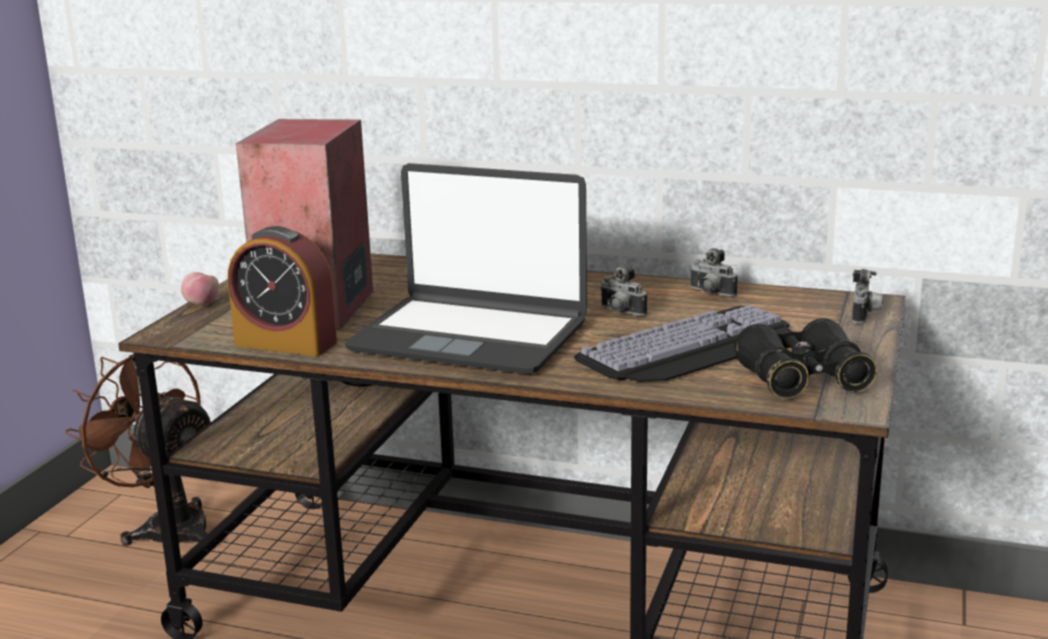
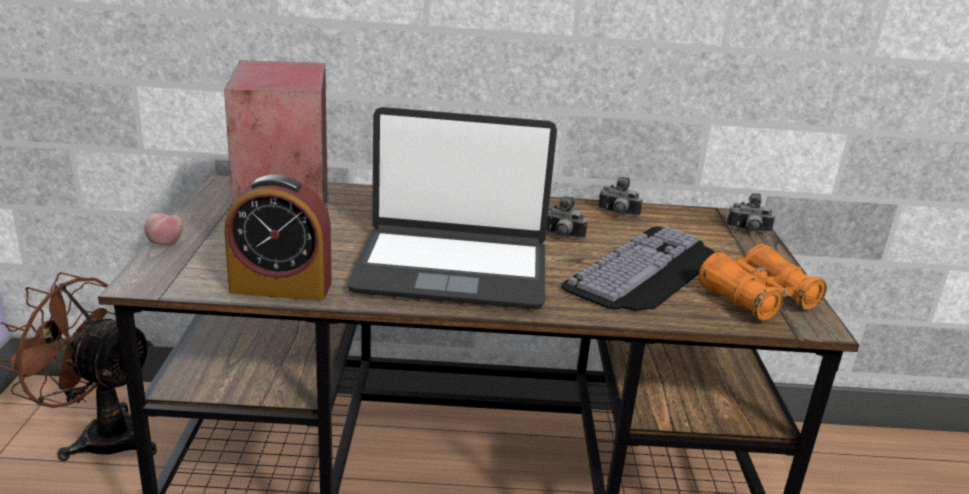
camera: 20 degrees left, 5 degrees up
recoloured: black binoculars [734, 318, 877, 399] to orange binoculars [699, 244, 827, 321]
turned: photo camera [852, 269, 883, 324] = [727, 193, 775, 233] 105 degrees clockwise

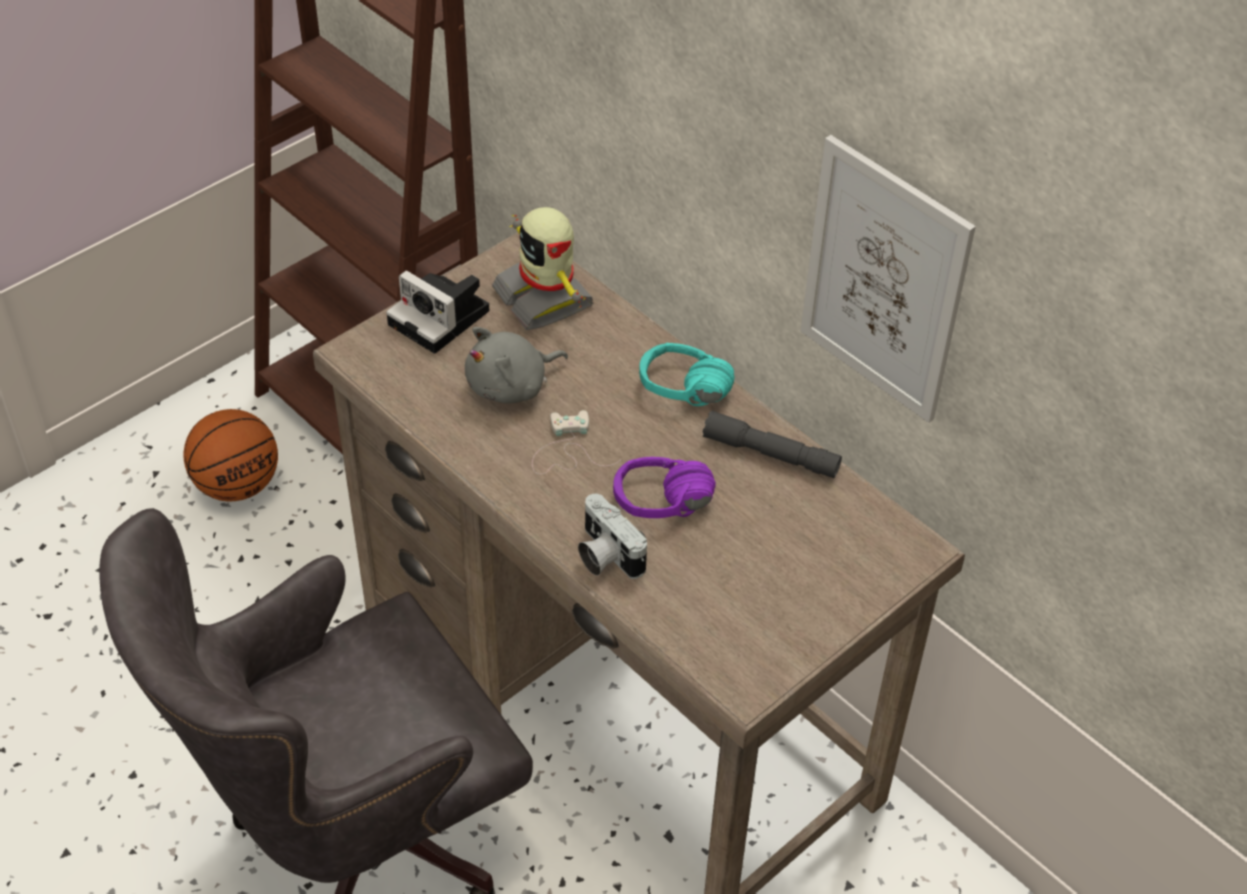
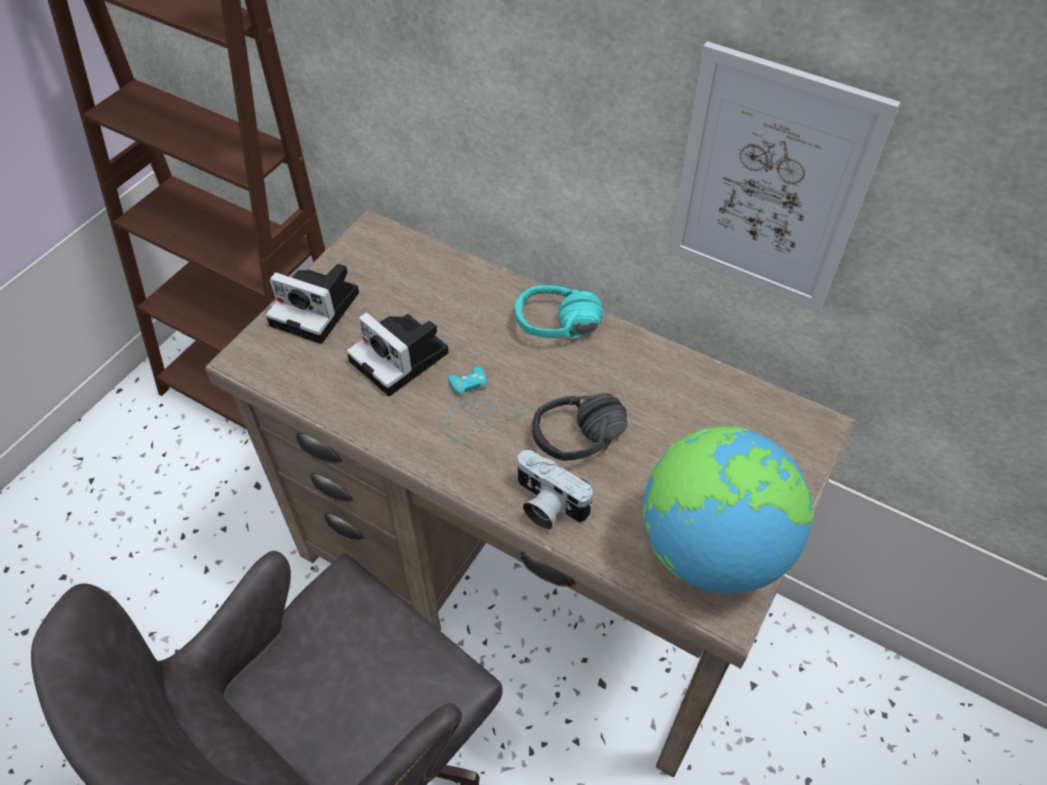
camera: 15 degrees left, 5 degrees up
removed: basketball [184, 409, 278, 501]; toy robot [492, 207, 594, 330]; grey flashlight [702, 410, 842, 478]
added: globe [643, 427, 813, 594]
replaced: grey plush toy [465, 327, 568, 403] to photo camera [346, 312, 449, 396]
recoloured: white game controller [532, 410, 622, 474] to turquoise game controller [446, 366, 528, 439]; purple headphones [613, 457, 716, 518] to black headphones [532, 393, 628, 461]

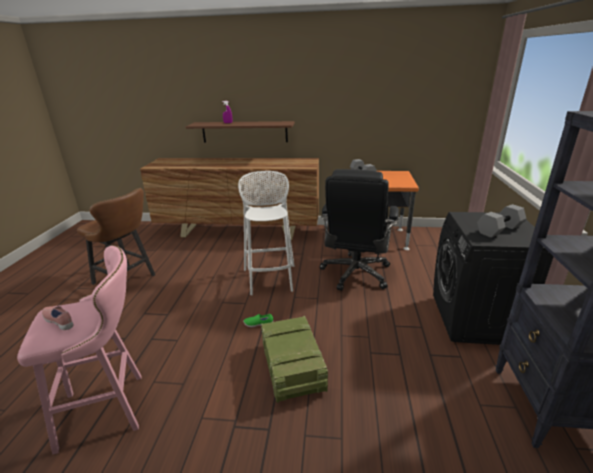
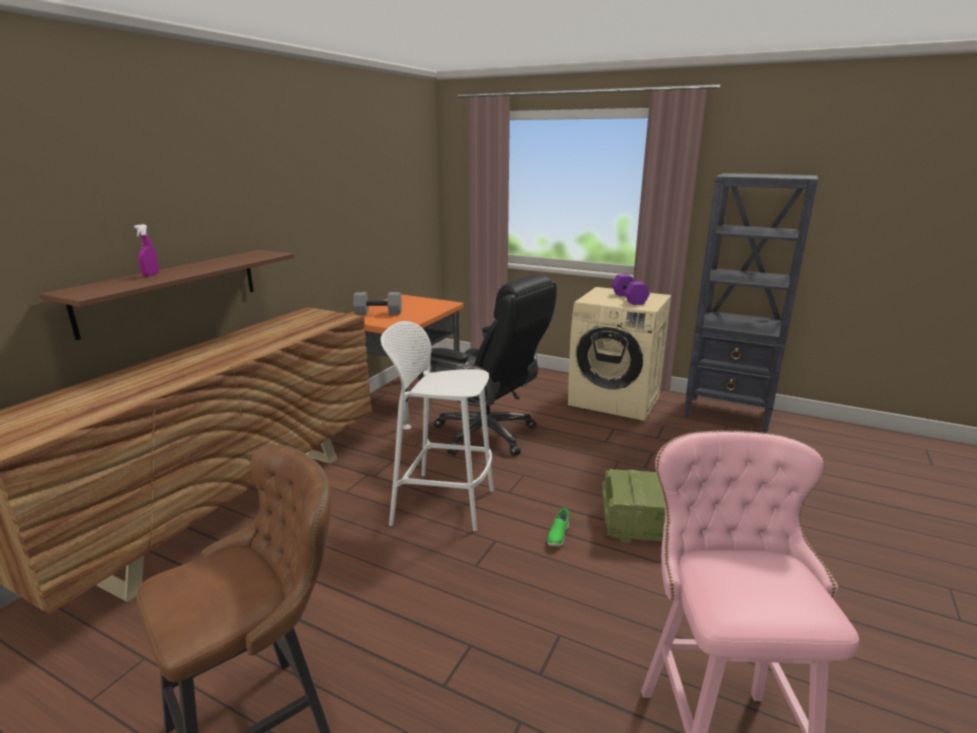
camera: 70 degrees left, 5 degrees down
removed: pink shoe [42, 306, 73, 330]
recoloured: black washing machine [433, 212, 554, 345] to beige washing machine [568, 287, 671, 421]; grey dumbbell [477, 204, 526, 238] to purple dumbbell [612, 274, 650, 305]

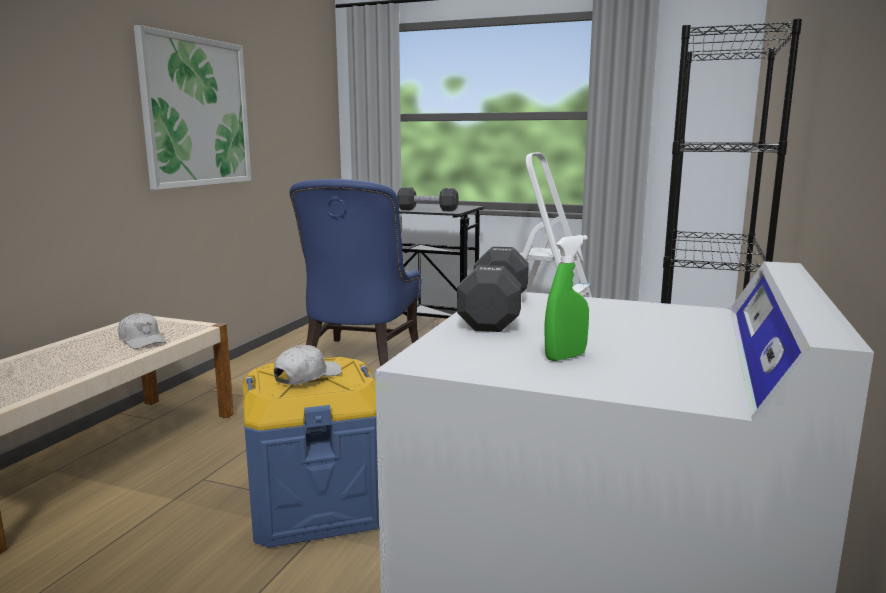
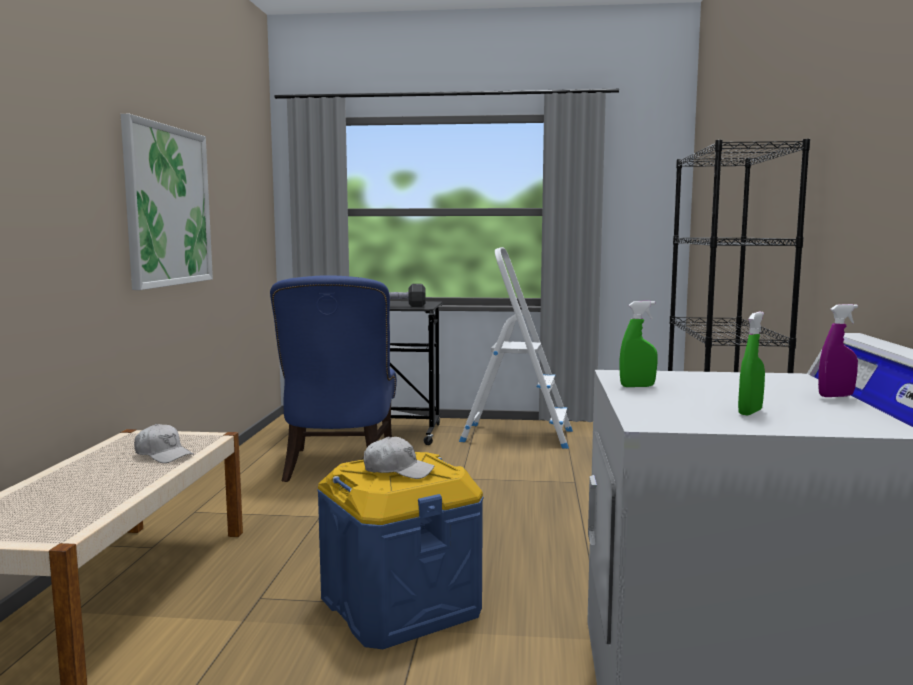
camera: 15 degrees left, 5 degrees down
added: purple spray bottle [818, 304, 858, 397]
replaced: black dumbbell [457, 247, 529, 332] to green spray bottle [619, 301, 658, 387]
turned: white cap [274, 345, 342, 385] = [364, 437, 434, 479] 75 degrees clockwise

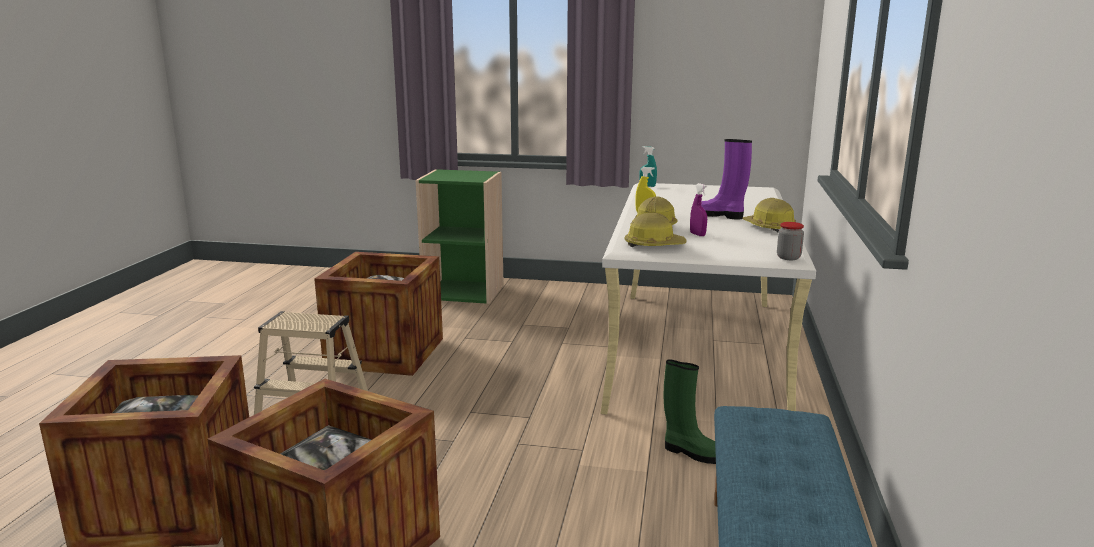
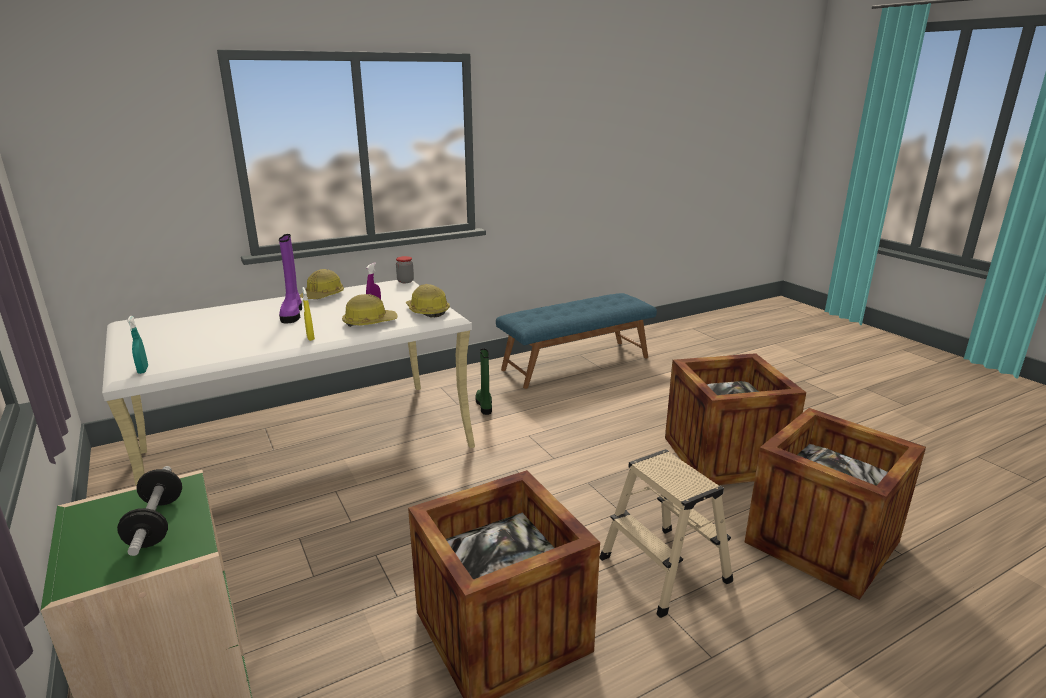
camera: 130 degrees left, 5 degrees up
added: dumbbell [117, 466, 182, 556]

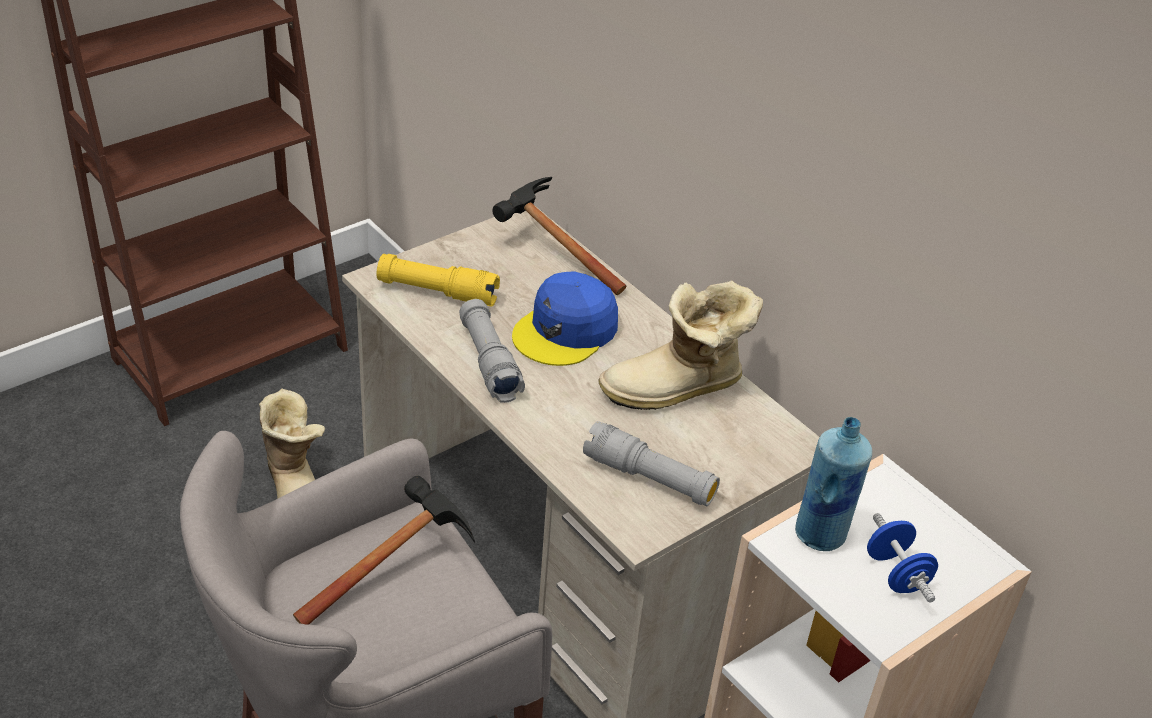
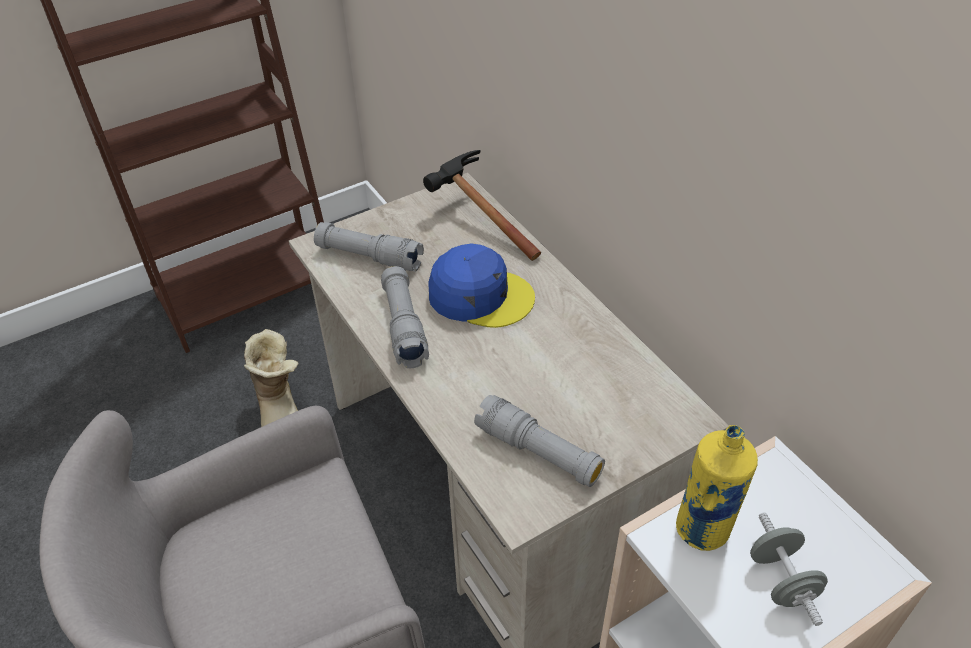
camera: 10 degrees right, 5 degrees up
removed: hammer [293, 476, 475, 625]; boot [598, 281, 763, 410]
recoloured: yellow flashlight [377, 254, 500, 306] to grey flashlight [314, 222, 424, 271]; blue bottle [795, 417, 872, 551] to yellow bottle [676, 425, 758, 551]; blue dumbbell [867, 513, 938, 603] to grey dumbbell [750, 512, 828, 626]
turned: blue cap [512, 272, 618, 366] = [429, 243, 535, 328] 120 degrees counterclockwise

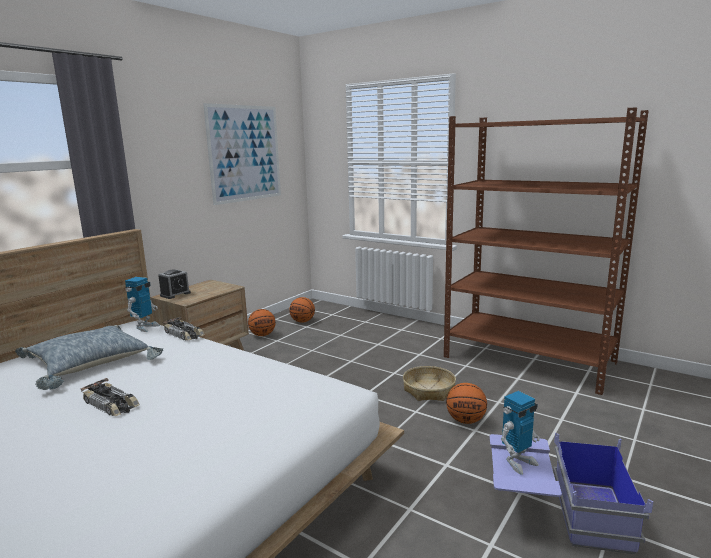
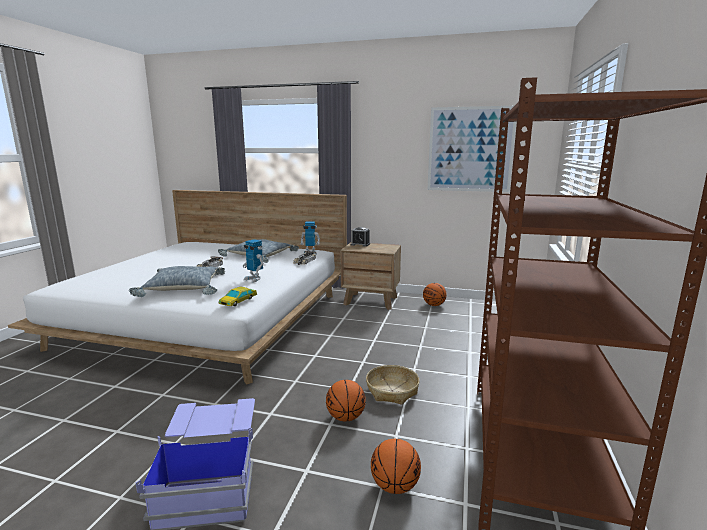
camera: 70 degrees right, 0 degrees up
added: pillow [129, 266, 225, 297]; toy car [219, 286, 257, 306]
moved: basketball [289, 297, 315, 323] to [371, 439, 421, 494]; toy robot [501, 391, 540, 475] to [243, 239, 264, 283]

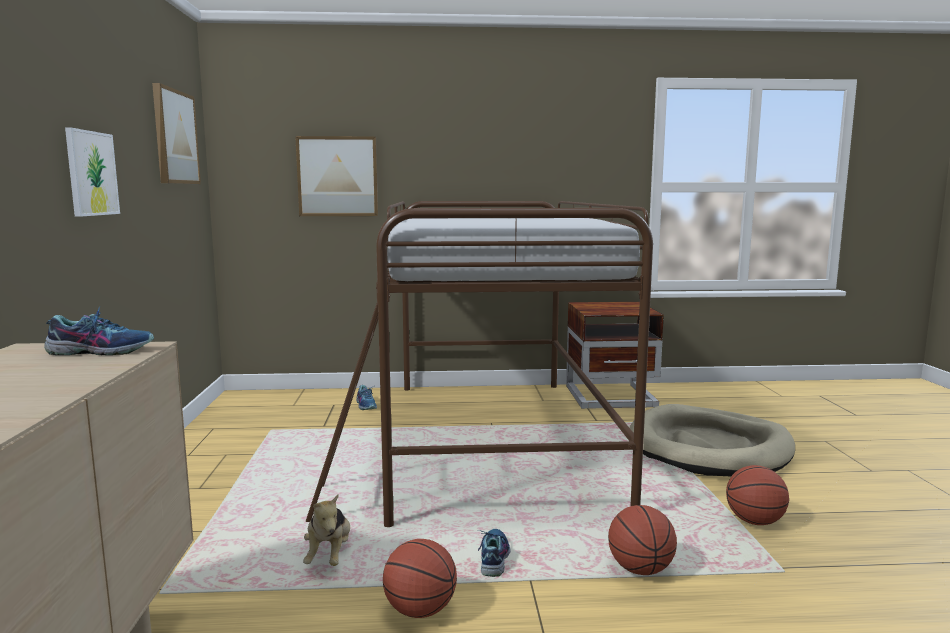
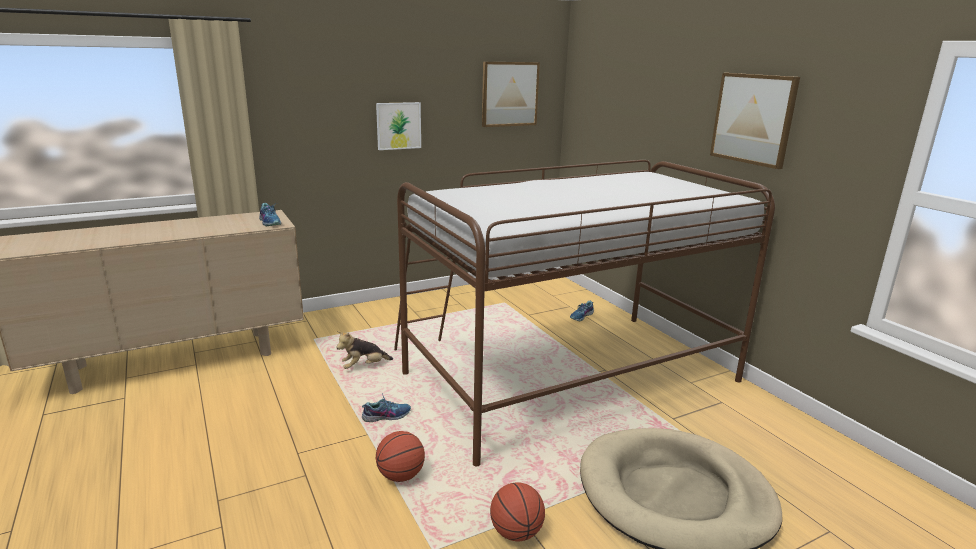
camera: 65 degrees right, 10 degrees up
removed: basketball [383, 539, 457, 618]; nightstand [566, 302, 664, 409]
moved: picture [295, 136, 378, 216] to [710, 73, 800, 169]

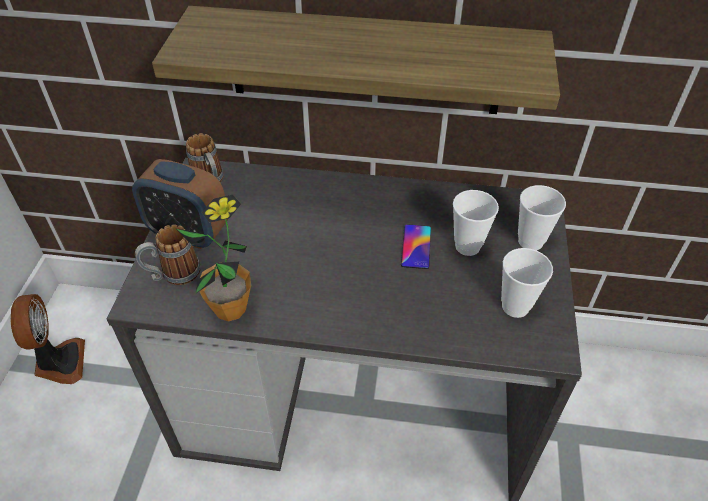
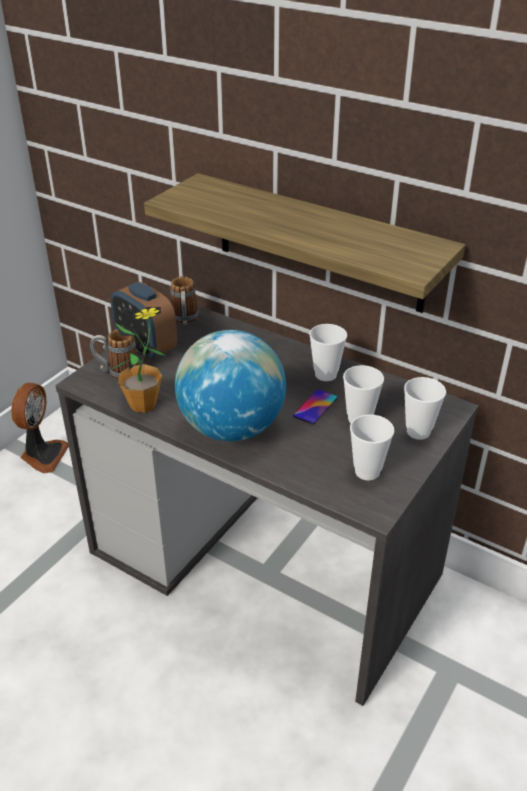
camera: 25 degrees right, 10 degrees down
added: globe [175, 330, 286, 441]; cup [309, 324, 347, 381]

